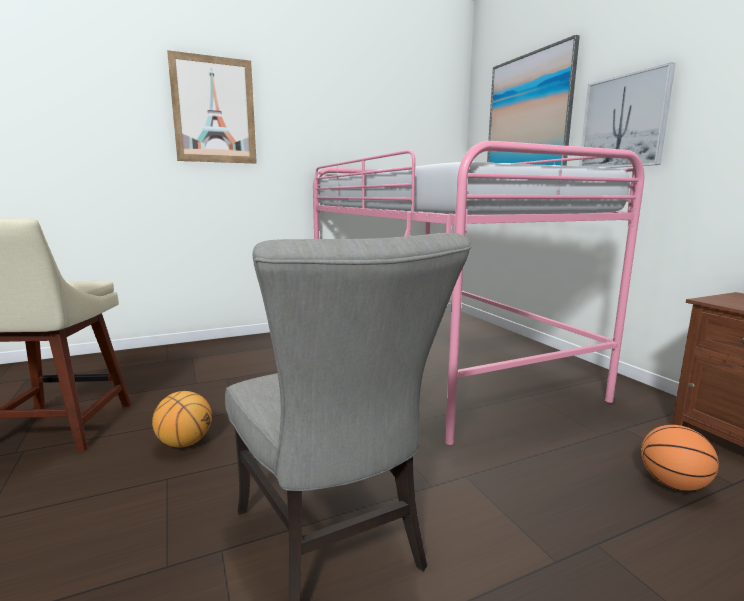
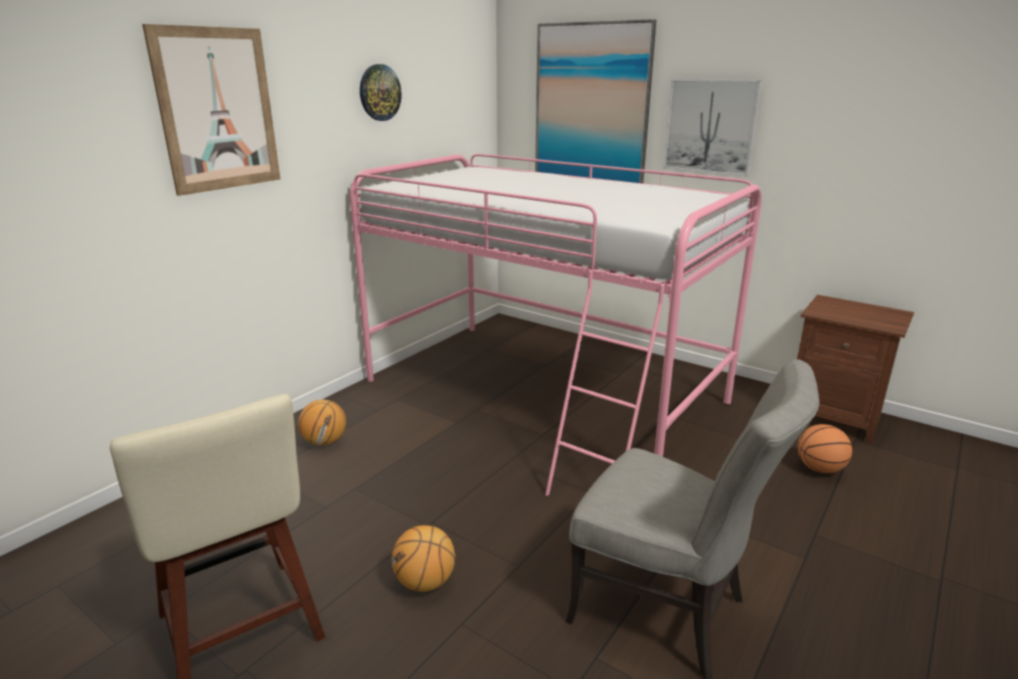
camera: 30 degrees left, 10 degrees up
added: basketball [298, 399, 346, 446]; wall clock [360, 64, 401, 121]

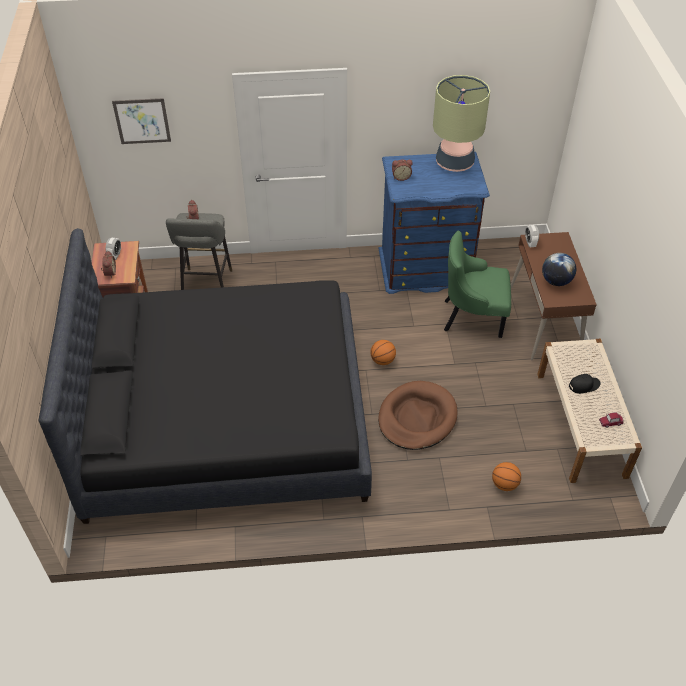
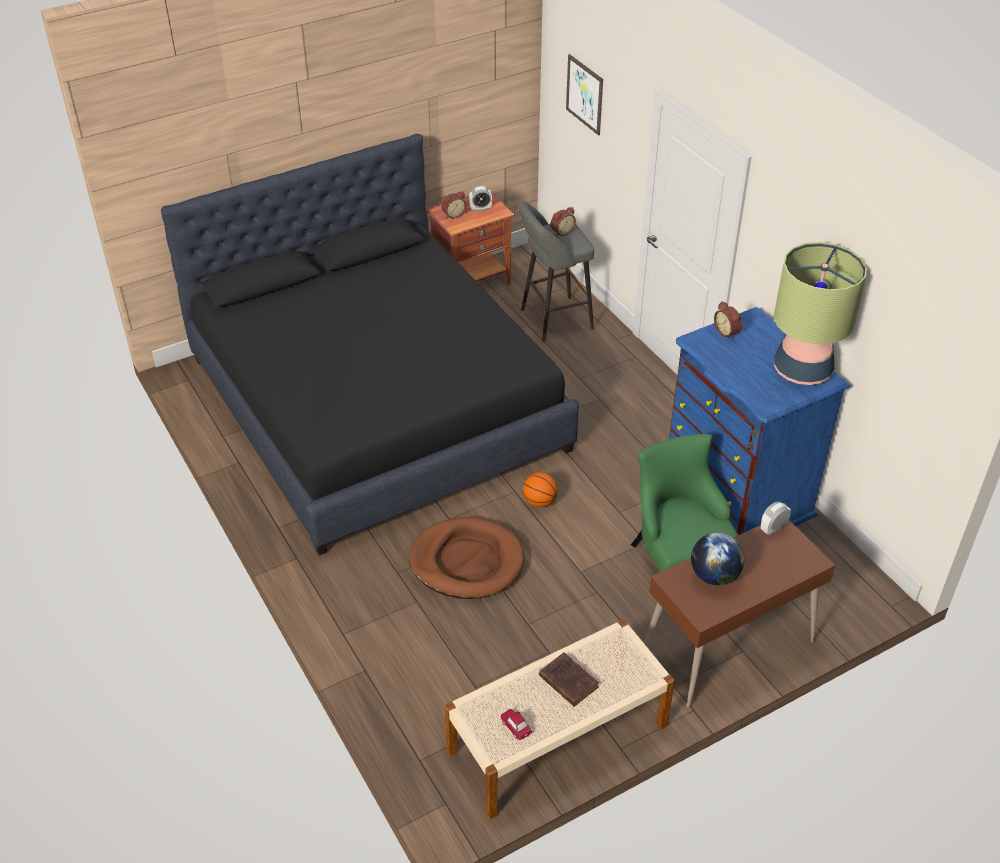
camera: 65 degrees right, 5 degrees down
removed: basketball [492, 462, 521, 491]
replaced: black cap [569, 374, 601, 394] to brown book [539, 653, 599, 707]

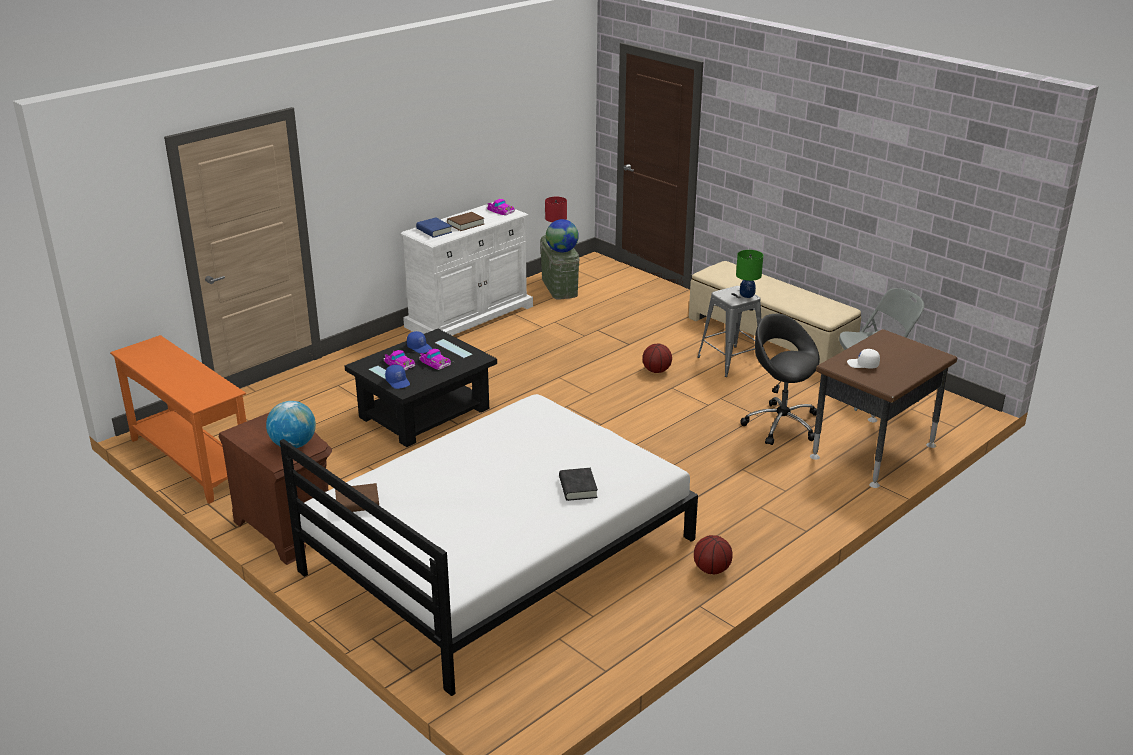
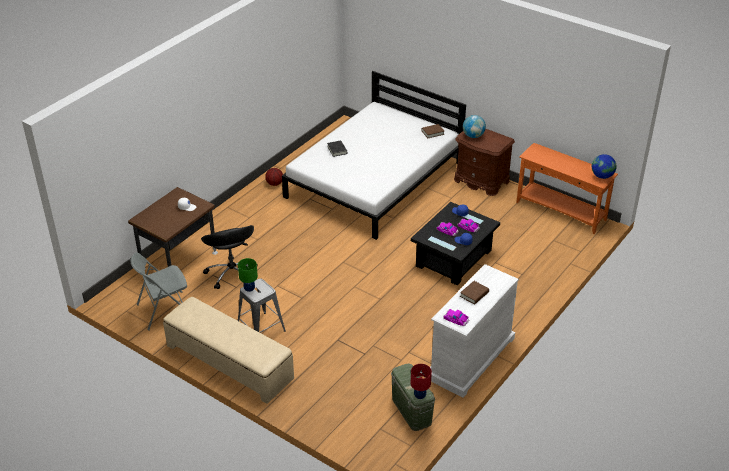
camera: 170 degrees right, 10 degrees up
removed: blue book [416, 217, 452, 238]; basketball [642, 343, 672, 373]
moved: globe [546, 219, 579, 253] to [592, 154, 617, 179]
turned: black office chair [740, 314, 820, 445] = [201, 225, 258, 289] 45 degrees clockwise

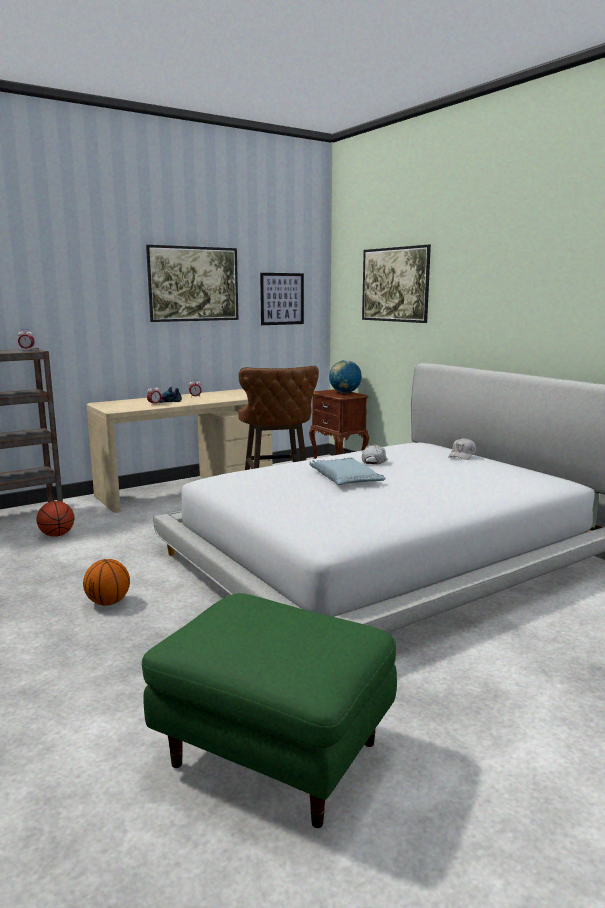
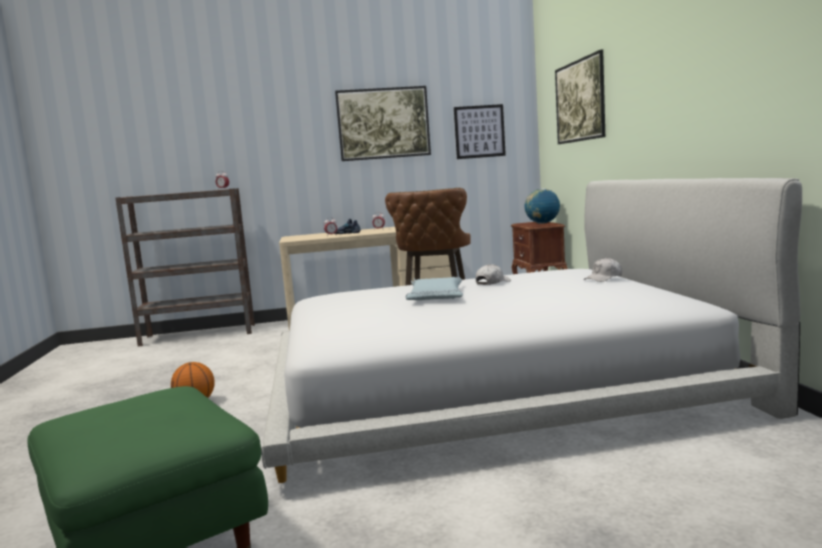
camera: 25 degrees right, 5 degrees down
removed: basketball [36, 501, 74, 537]

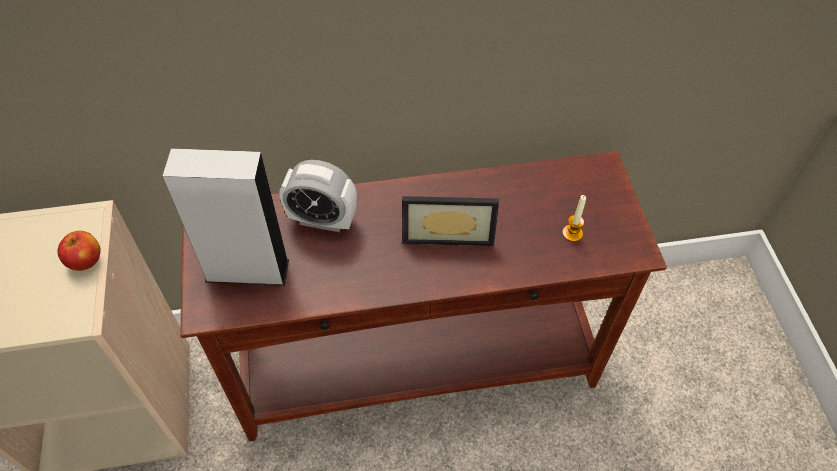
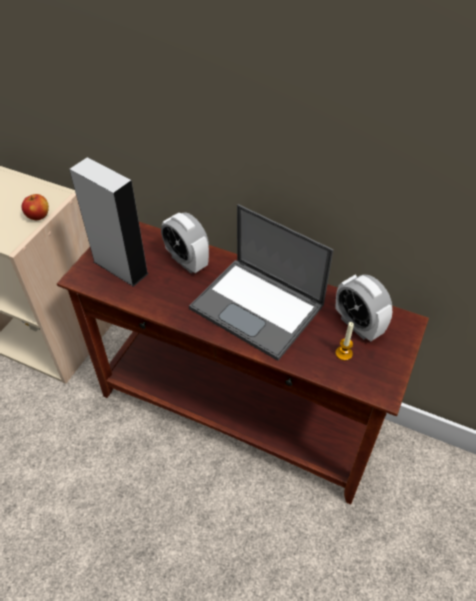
camera: 35 degrees right, 5 degrees down
added: alarm clock [336, 275, 392, 341]
replaced: picture frame [402, 196, 499, 246] to laptop [189, 204, 333, 361]

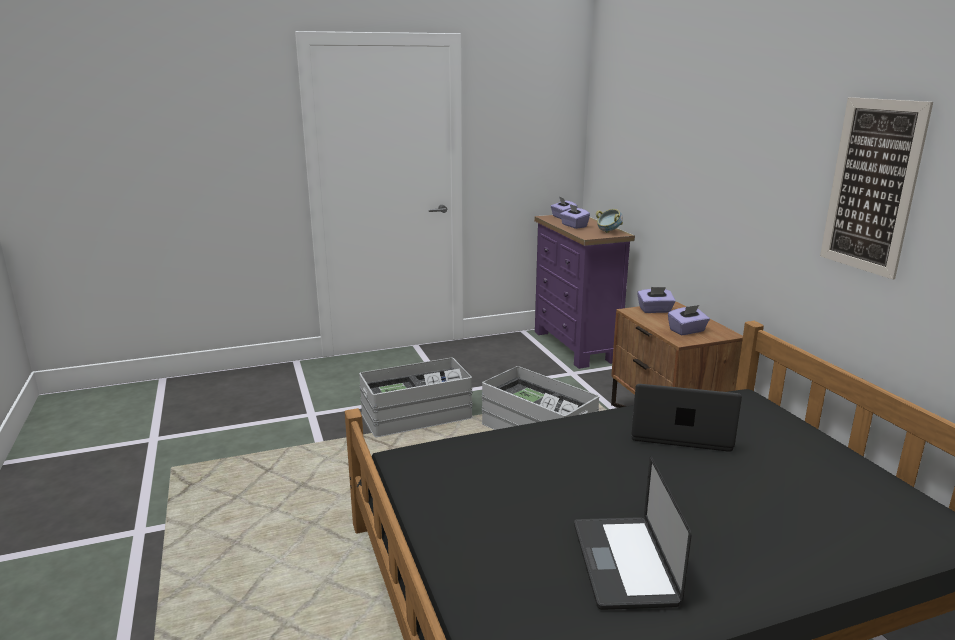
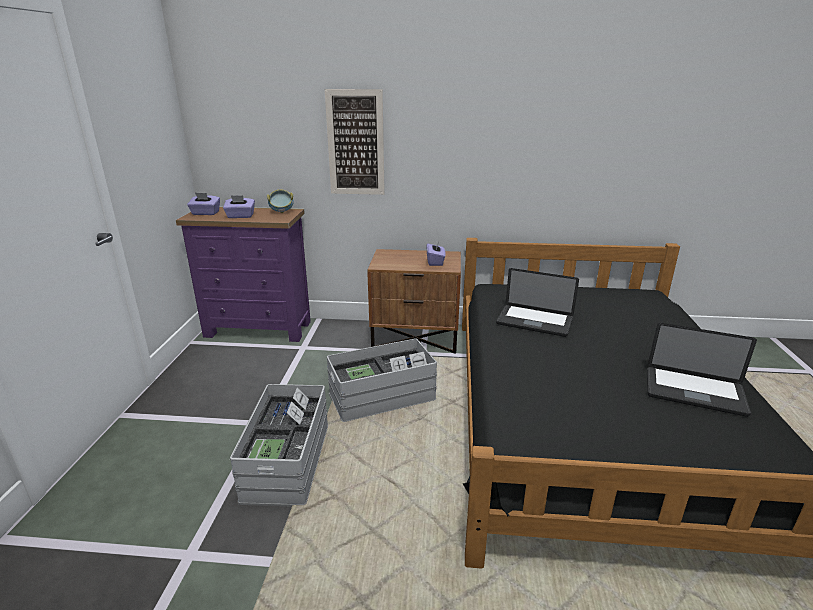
camera: 65 degrees left, 5 degrees up
removed: purple tissue box [637, 287, 676, 313]
moved: picture [820, 97, 933, 279] to [325, 89, 385, 195]
turned: laptop [632, 384, 742, 452] = [496, 268, 579, 337] 105 degrees counterclockwise

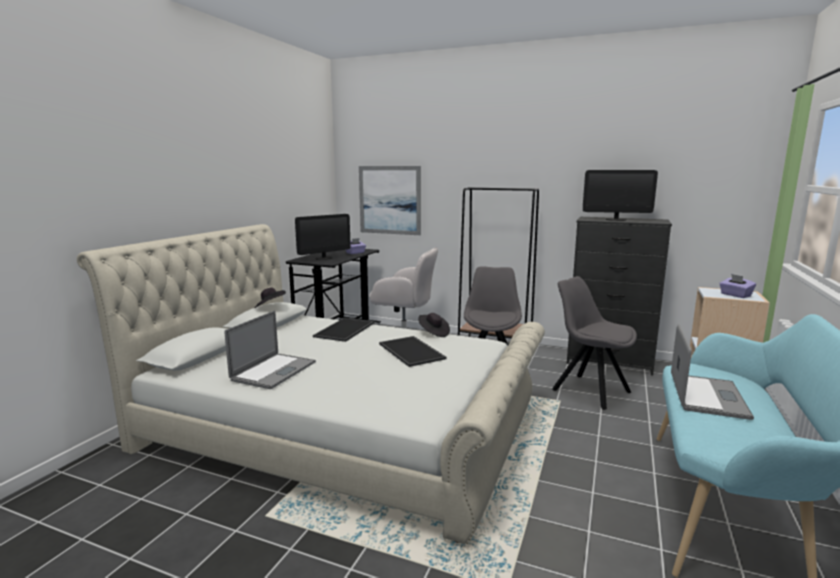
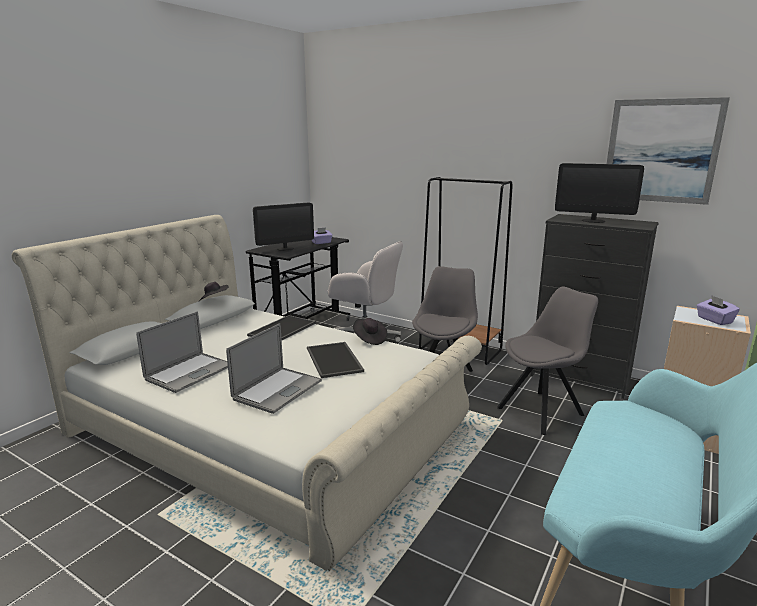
camera: 10 degrees right, 5 degrees up
moved: picture [359, 166, 421, 235] to [607, 97, 730, 205]; laptop [671, 324, 754, 420] to [226, 323, 322, 414]
turned: grey chair [552, 276, 637, 410] = [498, 287, 598, 435] 90 degrees clockwise

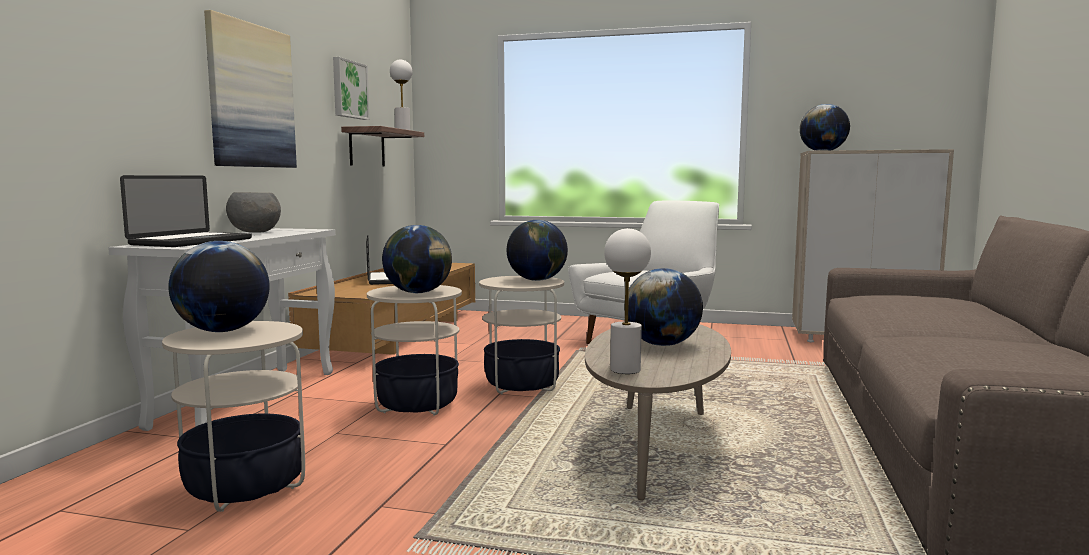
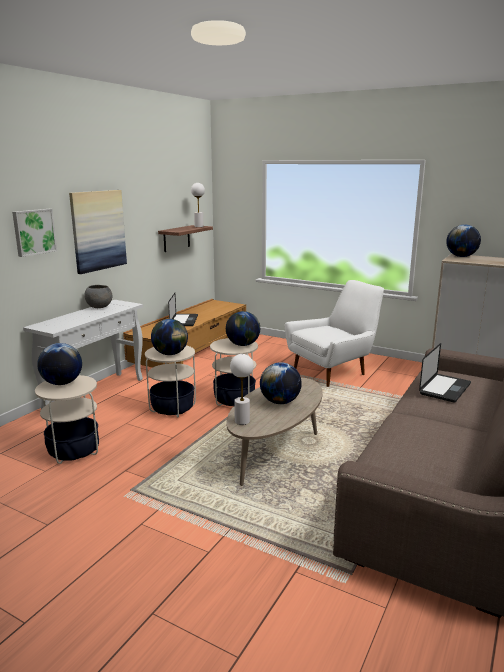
camera: 15 degrees right, 10 degrees up
moved: laptop [120, 175, 252, 247] to [419, 343, 471, 403]; picture [333, 57, 369, 120] to [12, 209, 57, 257]

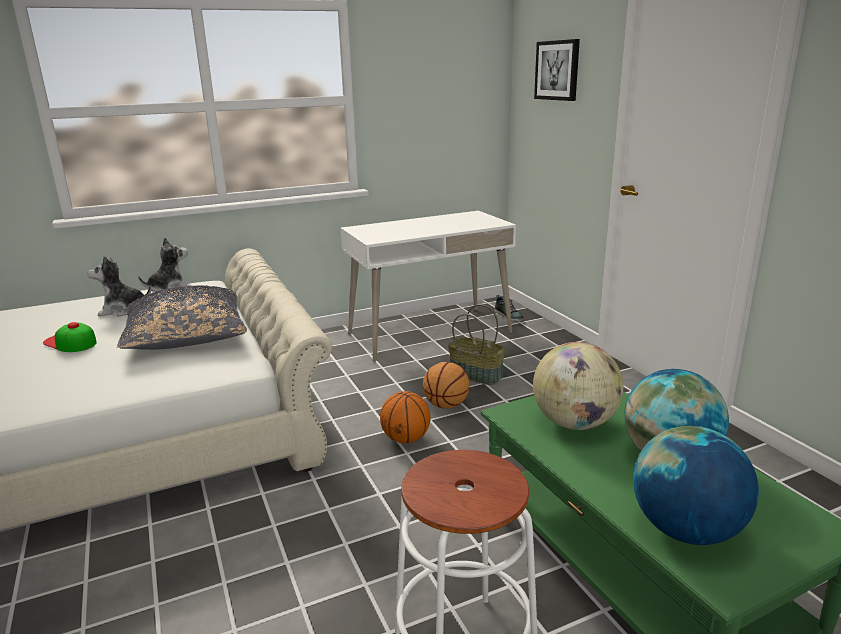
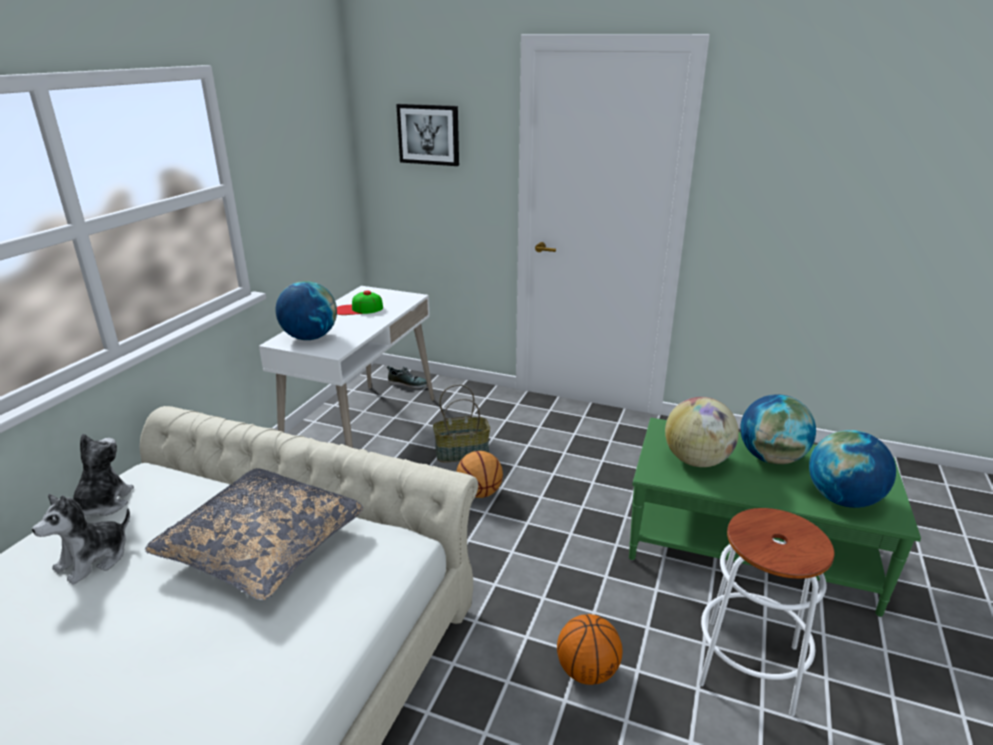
camera: 45 degrees left, 5 degrees up
added: globe [276, 281, 337, 340]
moved: cap [43, 322, 97, 352] to [337, 290, 383, 315]; basketball [380, 391, 431, 444] to [557, 614, 622, 685]

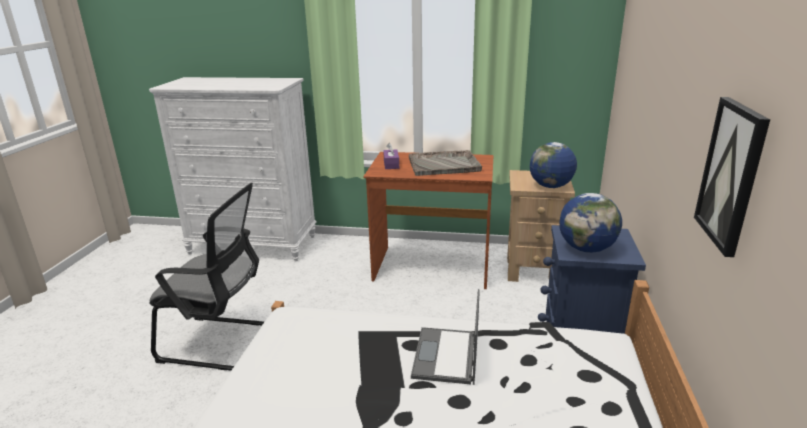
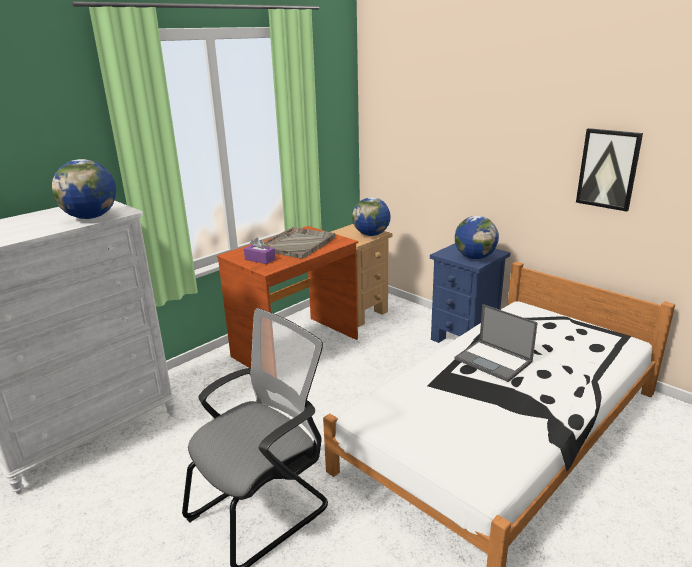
camera: 55 degrees left, 0 degrees up
added: globe [52, 159, 116, 219]

